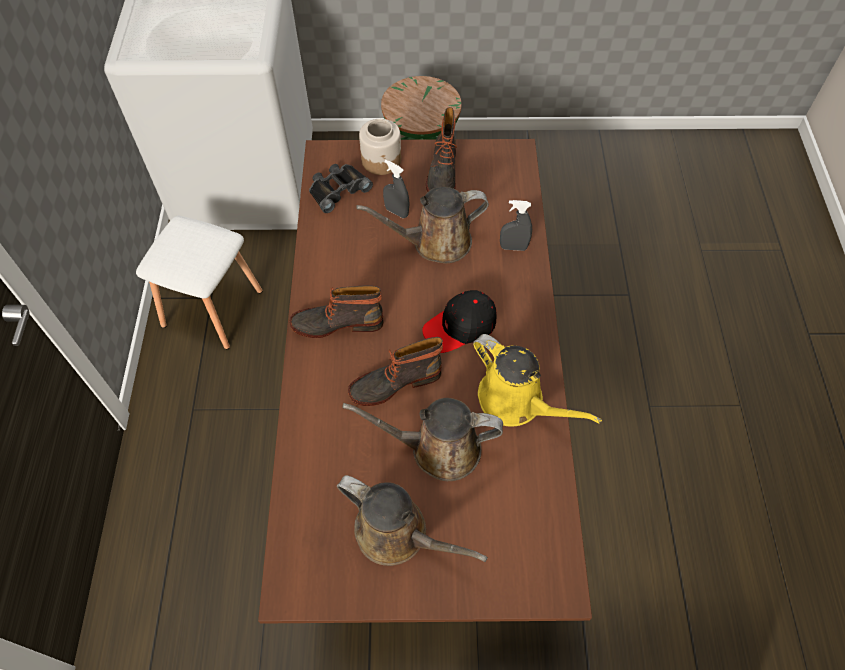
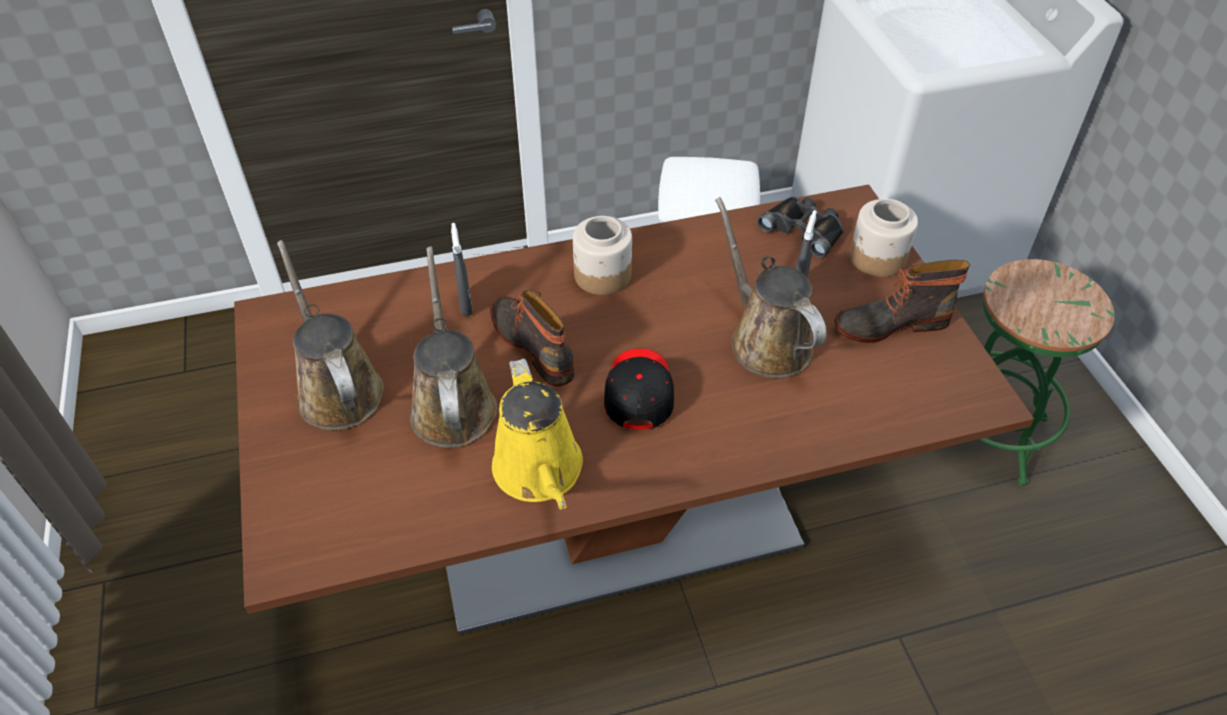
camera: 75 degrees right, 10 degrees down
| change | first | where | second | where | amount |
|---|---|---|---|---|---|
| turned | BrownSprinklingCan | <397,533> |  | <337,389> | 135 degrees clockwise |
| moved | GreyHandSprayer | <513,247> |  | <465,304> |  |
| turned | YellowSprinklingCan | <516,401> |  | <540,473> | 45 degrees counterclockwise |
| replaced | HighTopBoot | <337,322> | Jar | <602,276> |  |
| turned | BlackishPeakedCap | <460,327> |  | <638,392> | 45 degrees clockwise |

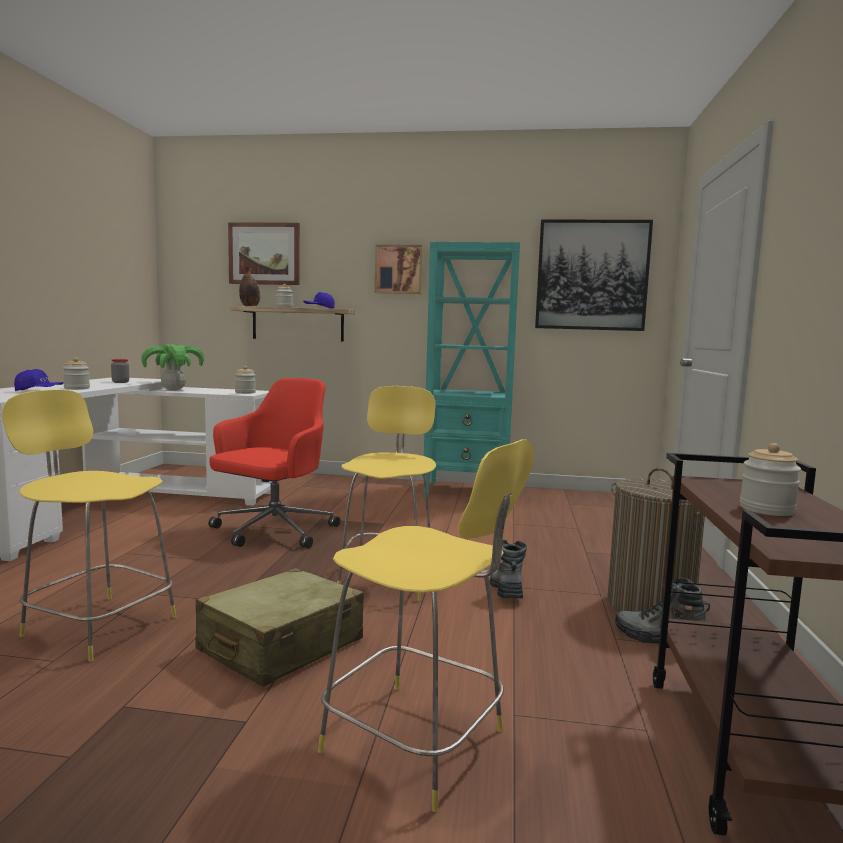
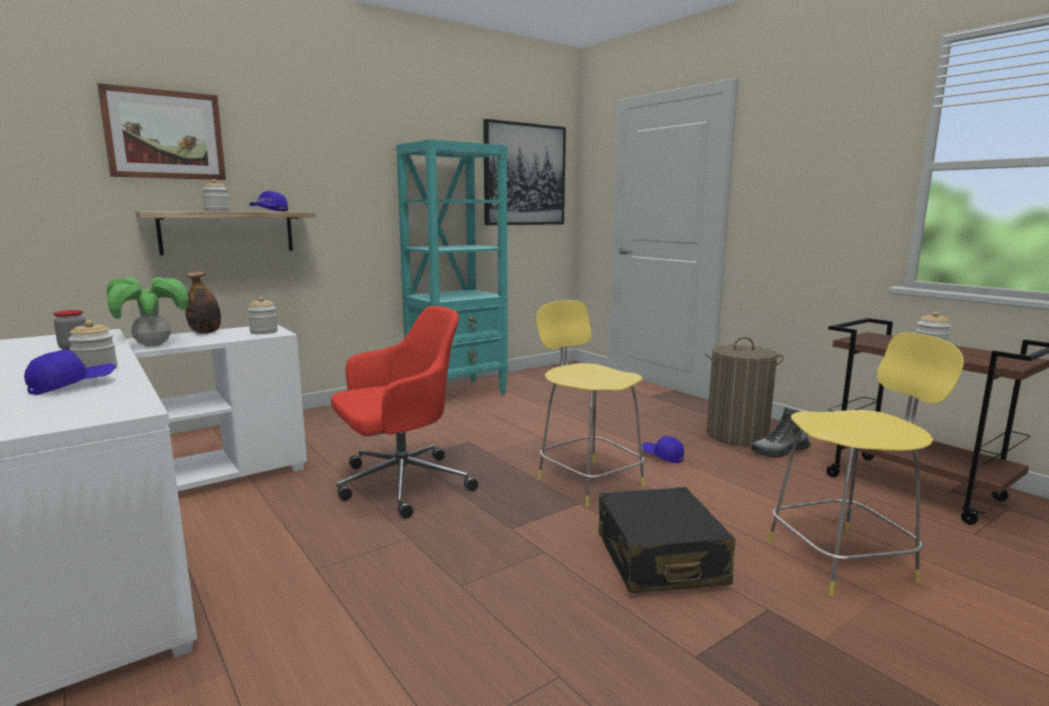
camera: 45 degrees left, 5 degrees up
| change | first | where | second | where | amount |
|---|---|---|---|---|---|
| moved | Bottle | <250,306> |  | <205,332> |  |
| turned | RedDeskChair | <273,531> |  | <400,484> | 75 degrees clockwise |
| recoloured | BeigeColouredSuitcase | <280,646> | BlackishSuitcase | <659,559> |  |
| replaced | HighTopBoot | <506,589> | BlueColouredPeakedCap | <662,456> |  |
| removed | YellowStoolSeat | <97,625> |  |  |  |
| removed | Picture | <399,269> |  |  |  |

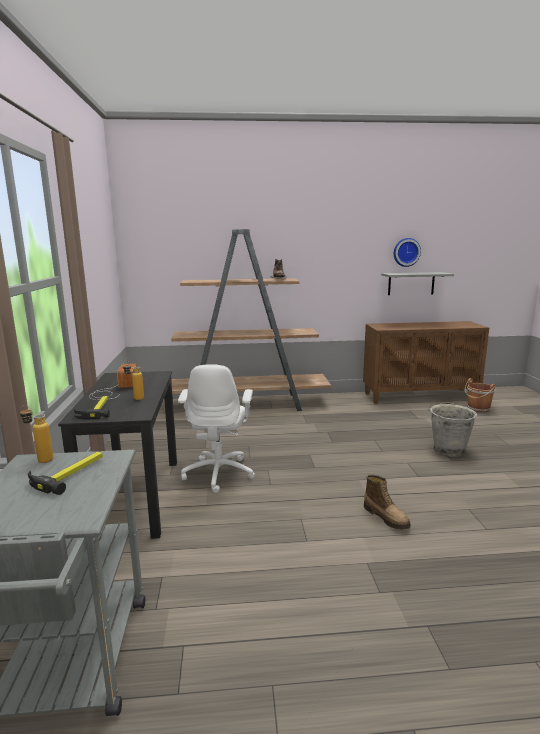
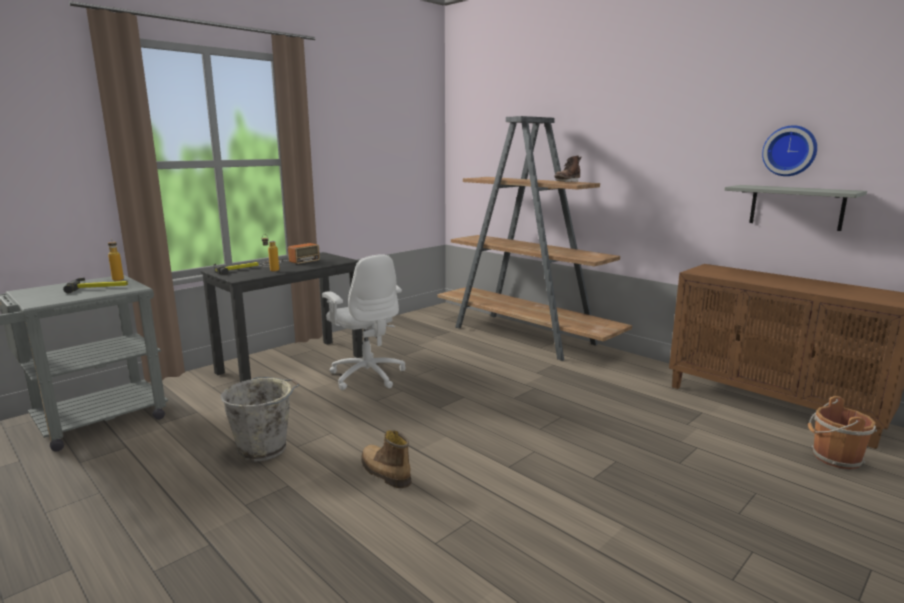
camera: 50 degrees right, 0 degrees up
| change | first | where | second | where | amount |
|---|---|---|---|---|---|
| moved | GreyPail | <448,449> |  | <264,448> |  |
| turned | WhiteColouredDeskChair | <219,473> |  | <367,375> | 90 degrees counterclockwise |
| turned | HighTopBoot | <386,517> |  | <384,473> | 120 degrees clockwise |

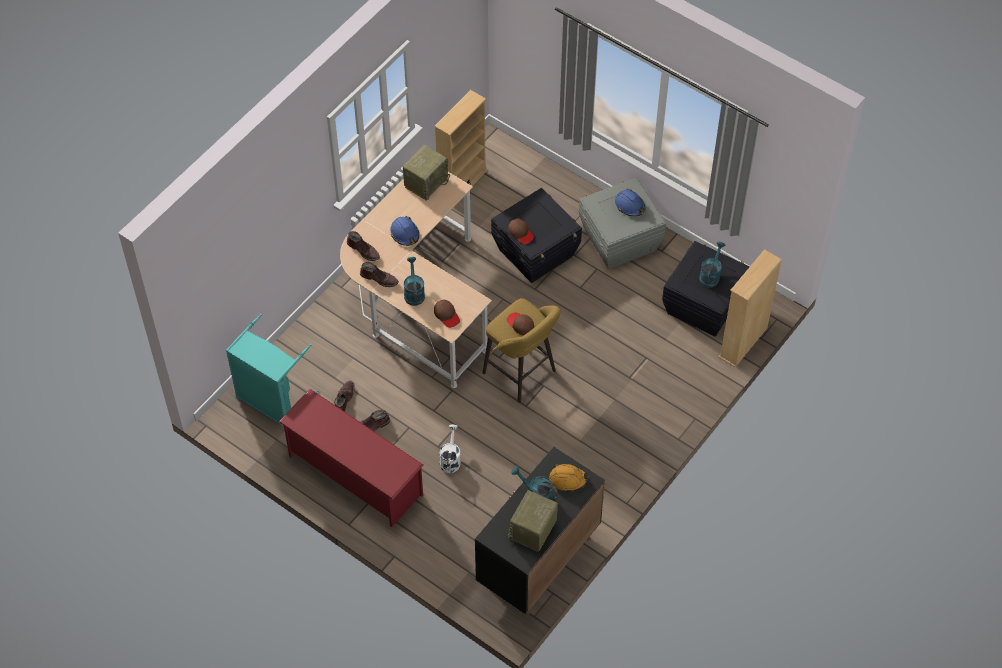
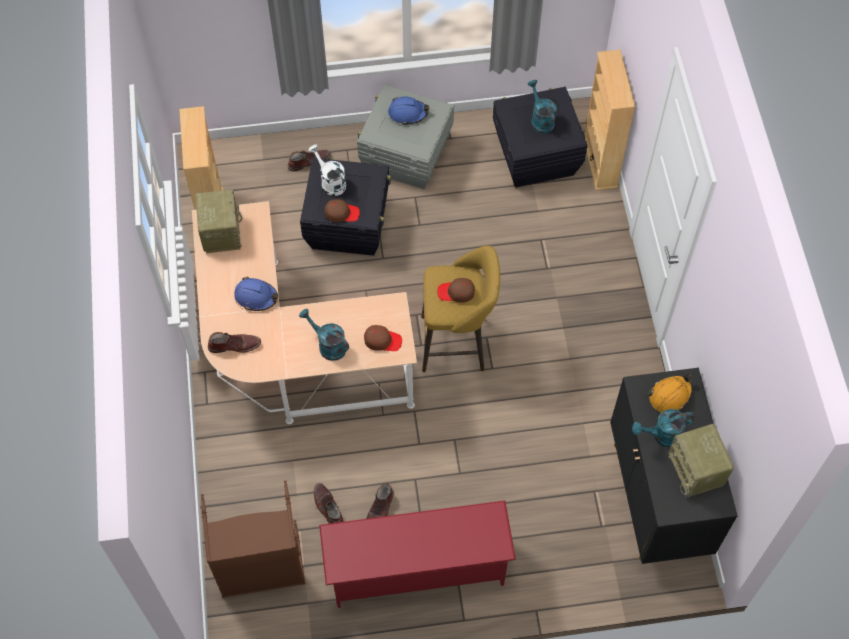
camera: 45 degrees left, 5 degrees up
| change | first | where | second | where | amount |
|---|---|---|---|---|---|
| recoloured | BlueGreenLaundryBasket | <272,400> | BrownLaundryBasket | <261,569> |  |
| moved | BrownHighTopBoot | <379,278> |  | <309,161> |  |
| moved | WhiteColouredSprinklingCan | <450,459> |  | <330,182> |  |

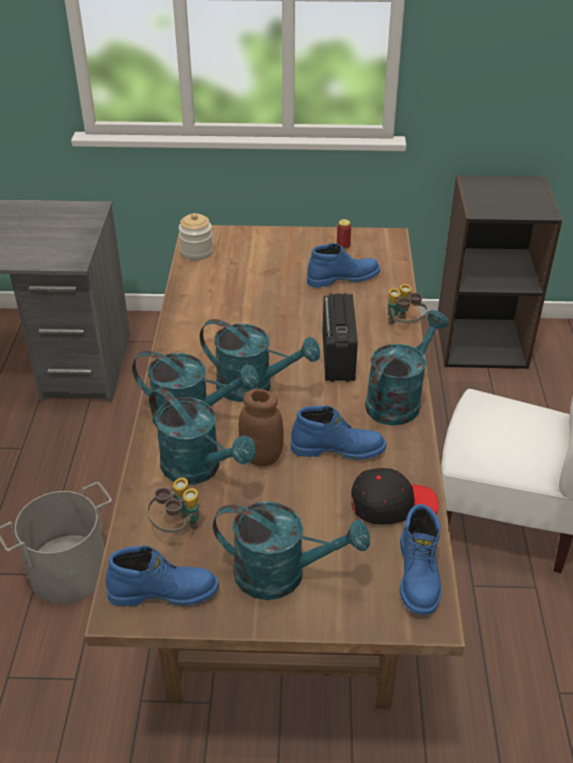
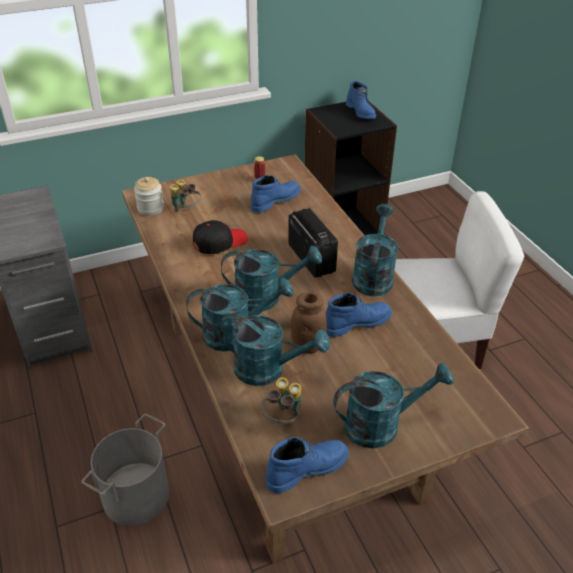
camera: 25 degrees left, 0 degrees up
| change | first | where | second | where | amount |
|---|---|---|---|---|---|
| moved | Binoculars | <403,326> |  | <186,211> |  |
| moved | BlackishPeakedCap | <392,504> |  | <219,242> |  |
| moved | BlueColouredHighTopBoot | <419,575> |  | <361,112> |  |

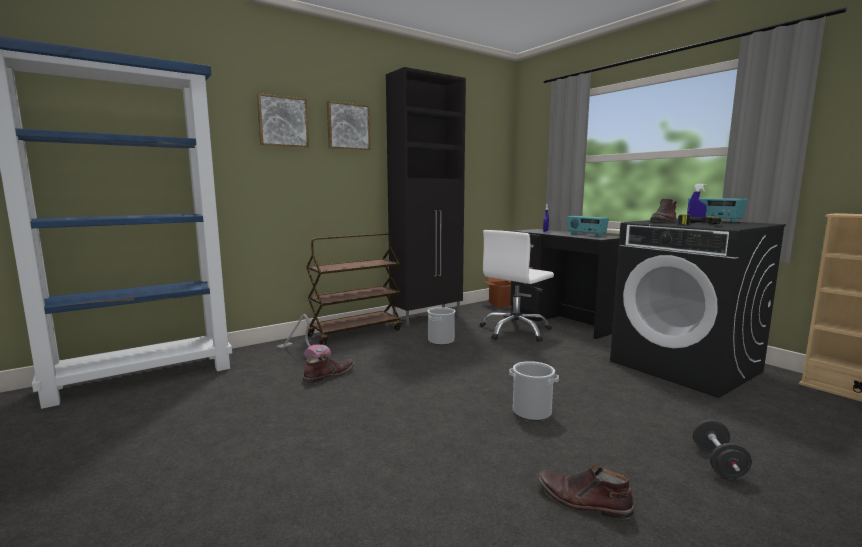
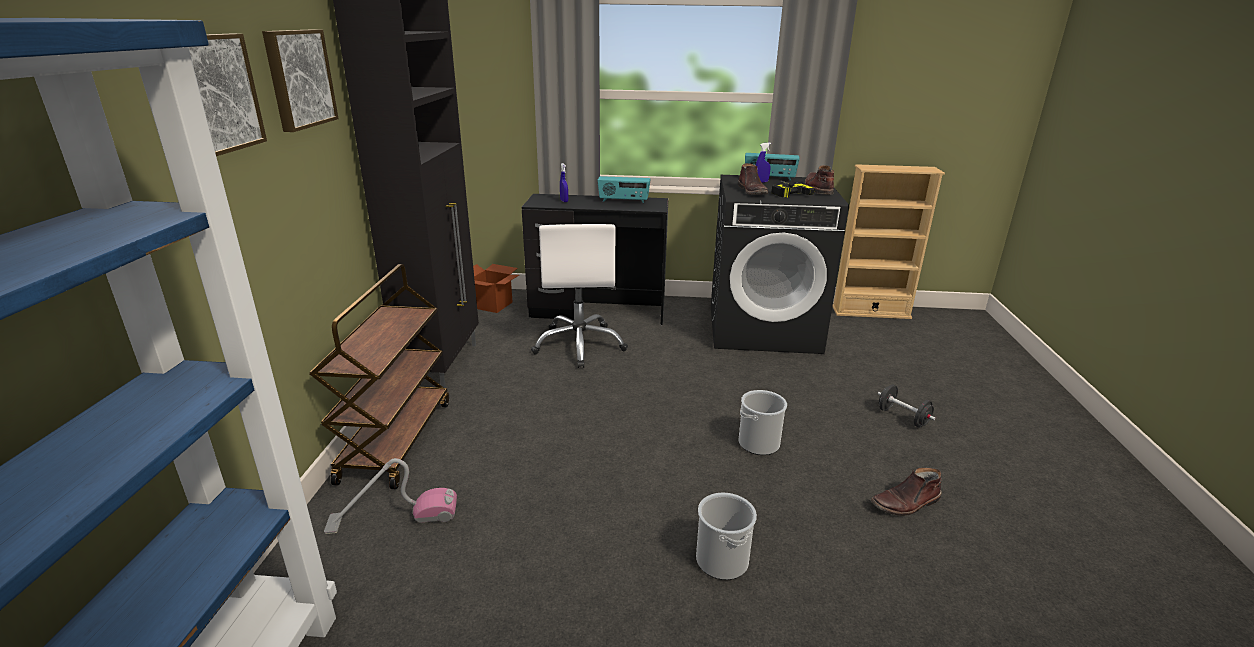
camera: 50 degrees left, 15 degrees up
| change | first | where | second | where | amount |
|---|---|---|---|---|---|
| moved | Pail | <441,341> |  | <721,560> |  |
| moved | BrownHighTopBoot | <329,375> |  | <817,189> |  |

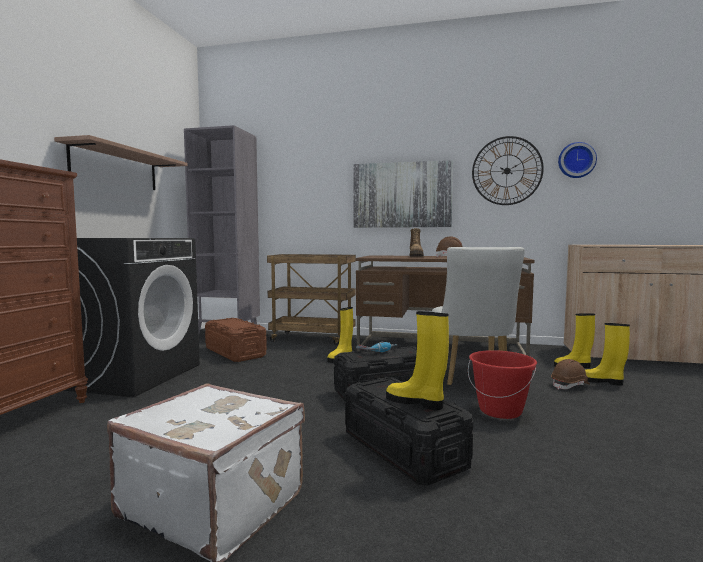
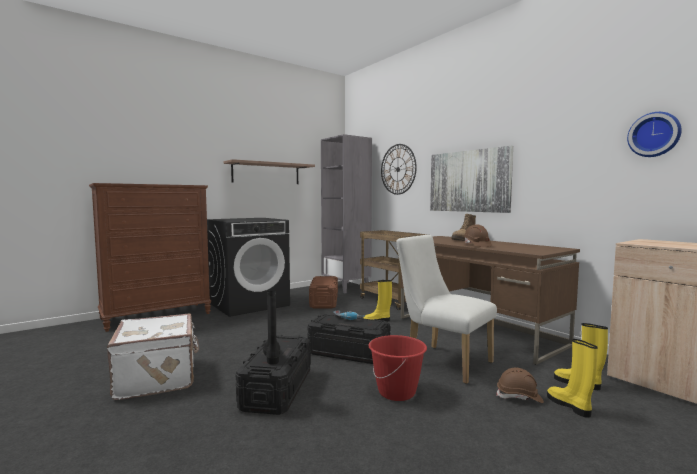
camera: 40 degrees right, 0 degrees up
| change | first | where | second | where | amount |
|---|---|---|---|---|---|
| recoloured | YellowHighTopBoot | <416,402> | BlackishHighTopBoot | <272,356> |  |
| moved | ClockOnTheWall | <507,171> |  | <398,169> |  |
| turned | WhiteColouredUprightChair | <471,377> |  | <442,361> | 90 degrees clockwise |

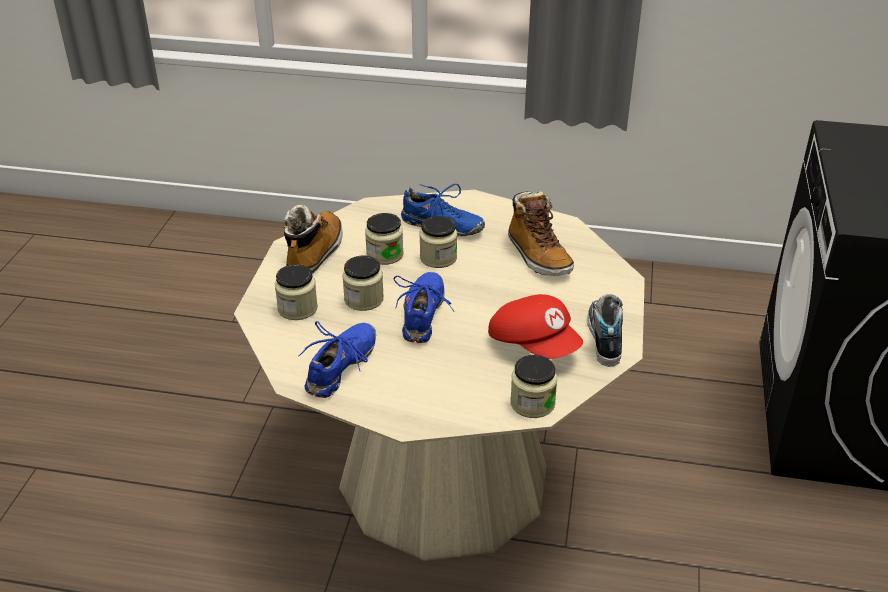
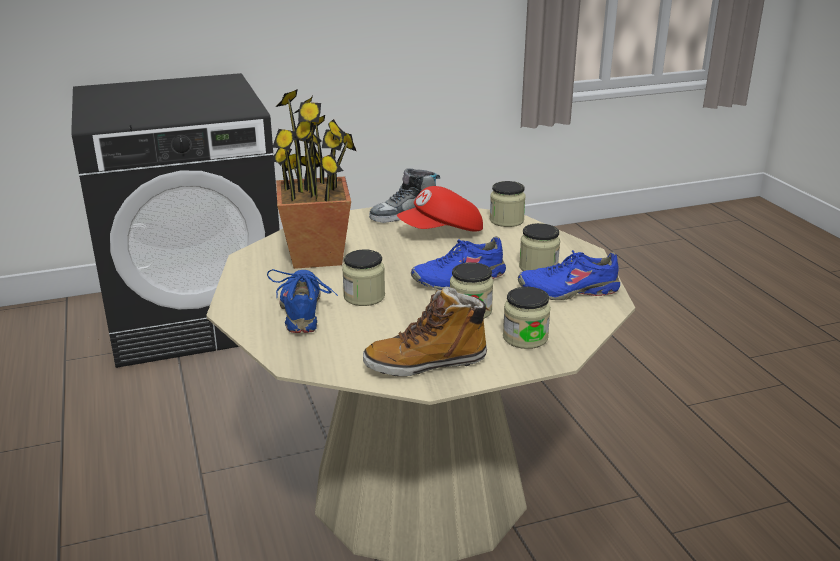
camera: 120 degrees left, 10 degrees down
| change | first | where | second | where | amount |
|---|---|---|---|---|---|
| replaced | HighTopBoot | <538,256> | PottedPlant | <316,256> |  |
| turned | RedPeakedCap | <534,344> |  | <442,232> | 135 degrees counterclockwise |
| moved | Jar | <385,254> |  | <538,267> |  |

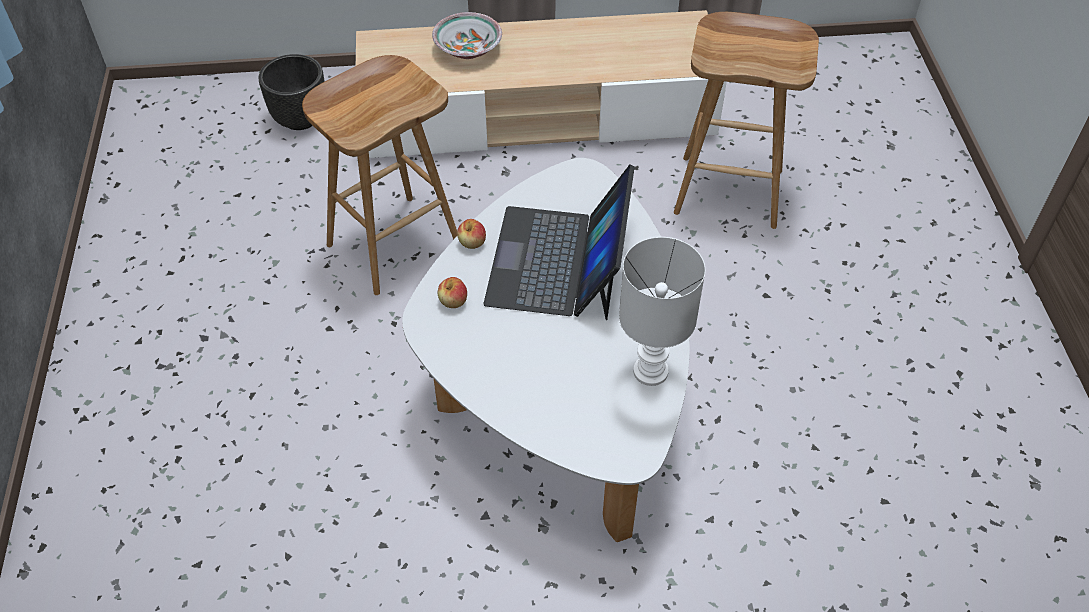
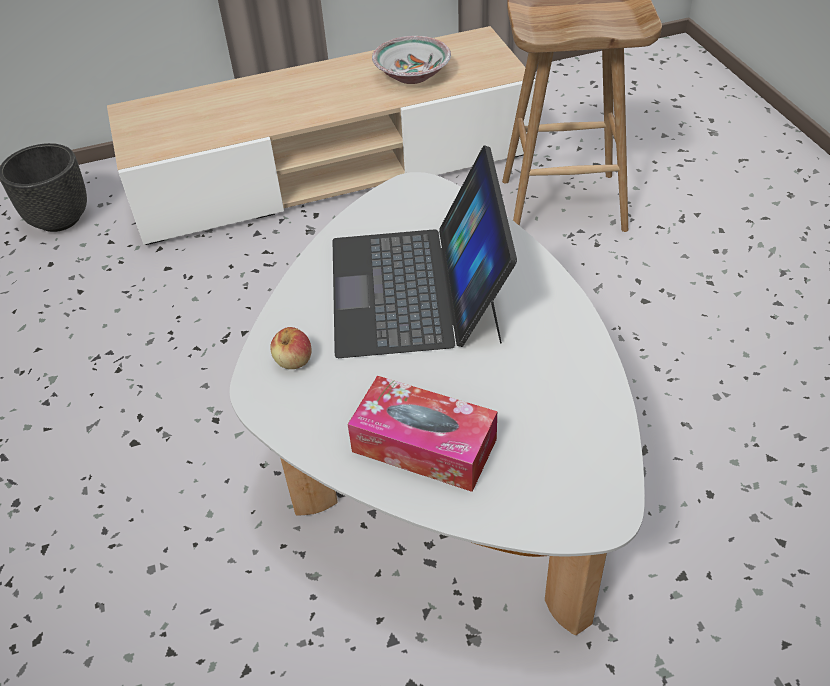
camera: 10 degrees left, 5 degrees down
| change | first | where | second | where | amount |
|---|---|---|---|---|---|
| added |  |  | TissueBox | <424,445> |  |
| moved | Bowl | <467,49> |  | <411,75> |  |
| removed | BrownStoolSeat | <394,242> |  |  |  |
| removed | Apple | <472,242> |  |  |  |
| removed | WhiteColouredLampForATable | <649,372> |  |  |  |

